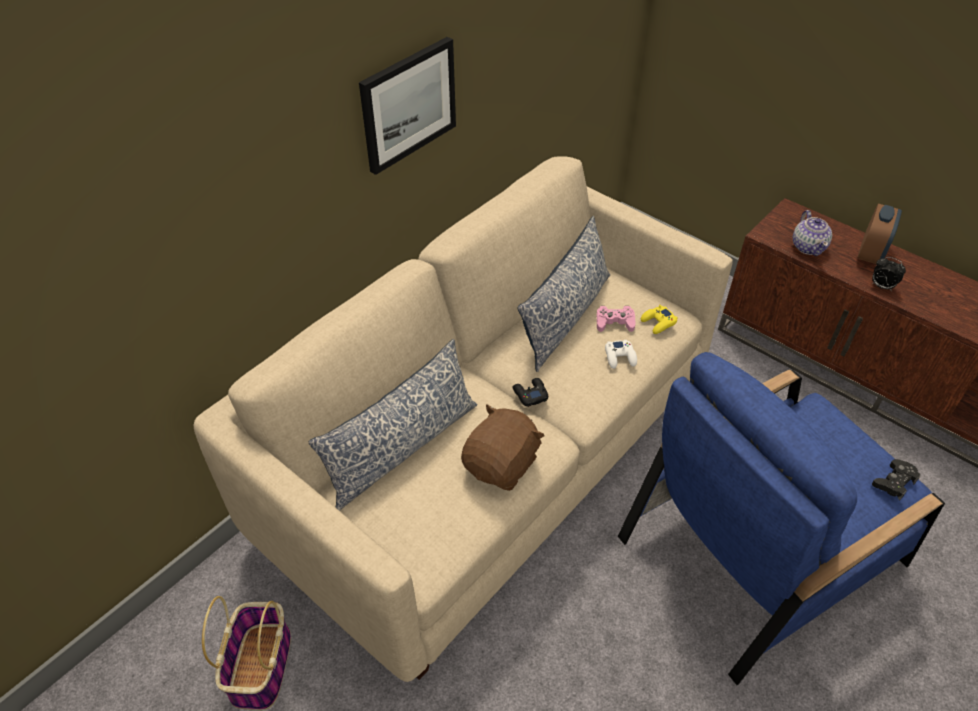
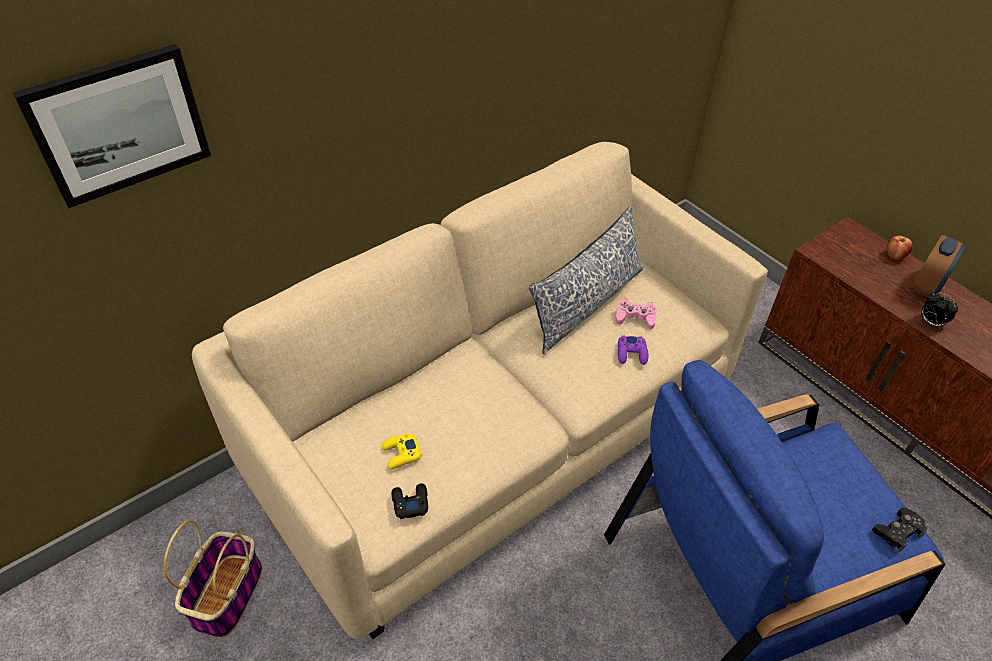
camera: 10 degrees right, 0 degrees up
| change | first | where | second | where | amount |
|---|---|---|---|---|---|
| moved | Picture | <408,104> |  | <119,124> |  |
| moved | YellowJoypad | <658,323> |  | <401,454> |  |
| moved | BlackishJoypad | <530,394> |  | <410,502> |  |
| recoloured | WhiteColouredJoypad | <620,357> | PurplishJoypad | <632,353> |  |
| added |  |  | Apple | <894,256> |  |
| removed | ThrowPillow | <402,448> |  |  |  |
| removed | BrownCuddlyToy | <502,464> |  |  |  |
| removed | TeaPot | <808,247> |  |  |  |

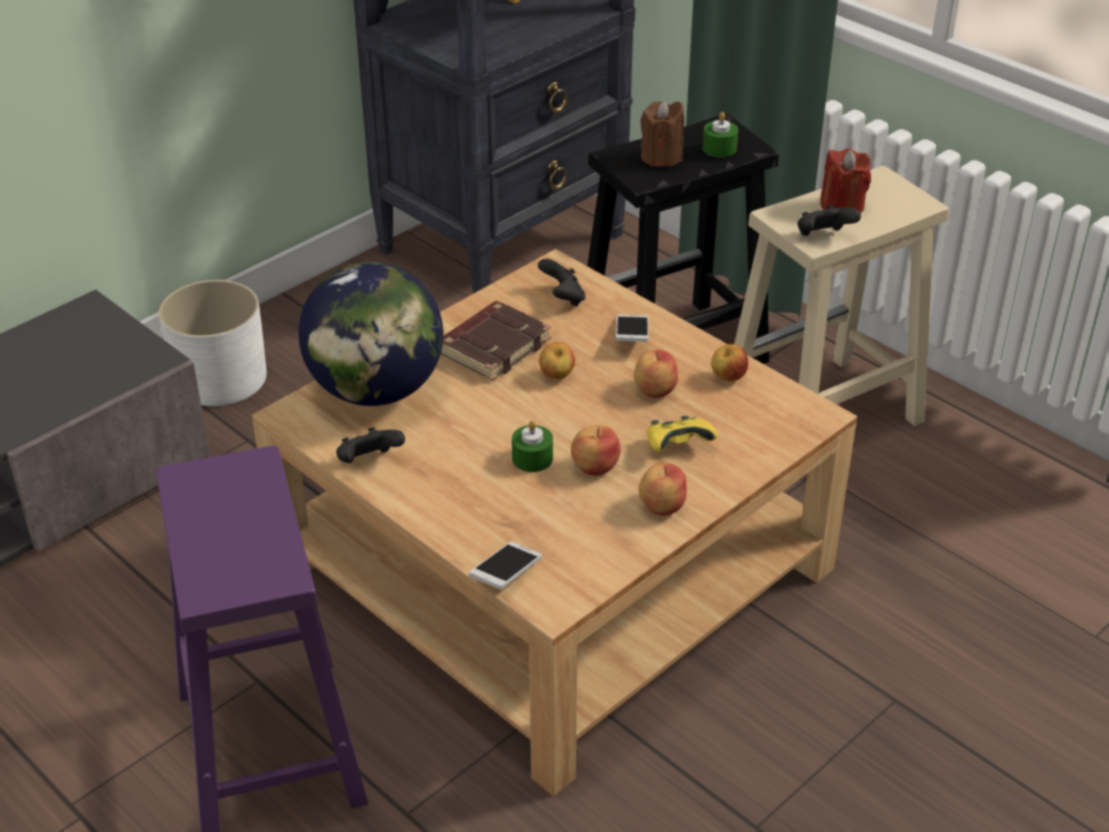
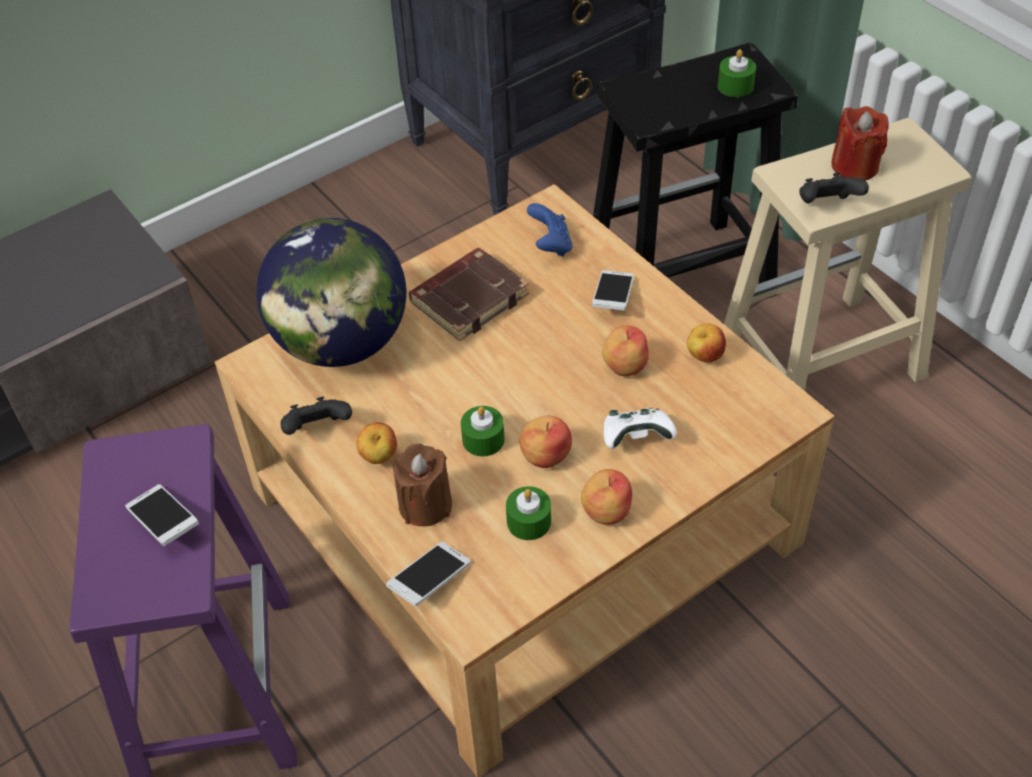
camera: 10 degrees right, 10 degrees up
| change | first | where | second | where | amount |
|---|---|---|---|---|---|
| added |  |  | Handset | <164,522> |  |
| moved | Apple | <557,376> |  | <379,457> |  |
| moved | BrownCandle | <661,157> |  | <425,505> |  |
| added |  |  | GreenColouredCandle | <529,521> |  |
| recoloured | BlackishJoypad | <563,298> | BlueColouredJoypad | <550,245> |  |
| recoloured | YellowJoypad | <677,447> | WhiteColouredJoypad | <636,438> |  |
| removed | WhiteColouredPlantPot | <220,378> |  |  |  |

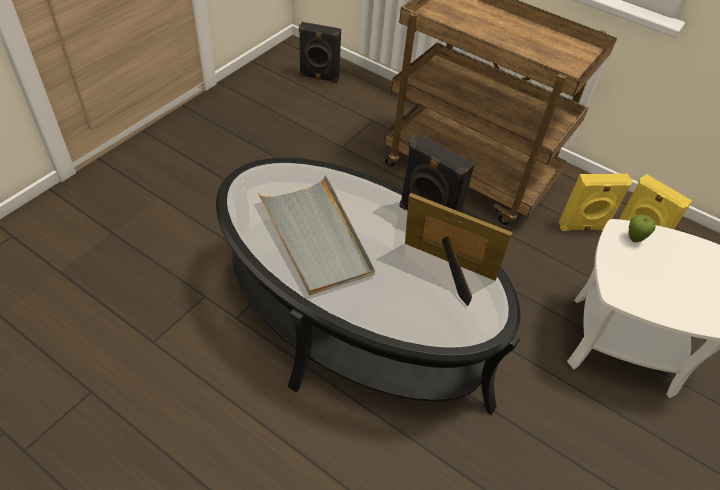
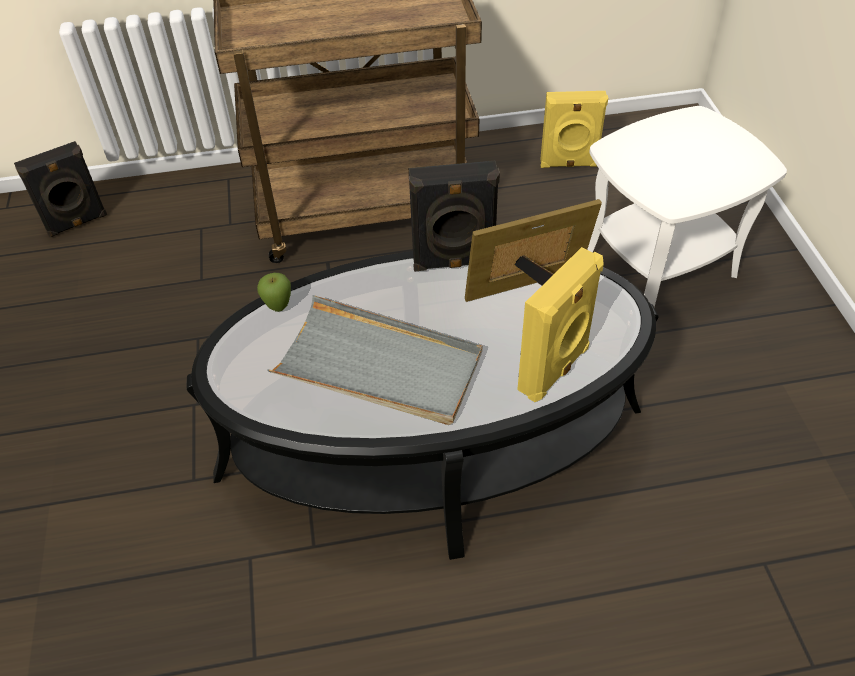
camera: 40 degrees left, 0 degrees up
| change | first | where | second | where | amount |
|---|---|---|---|---|---|
| moved | Apple | <634,239> |  | <278,307> |  |
| moved | YellowAudioSpeaker | <583,227> |  | <555,370> |  |

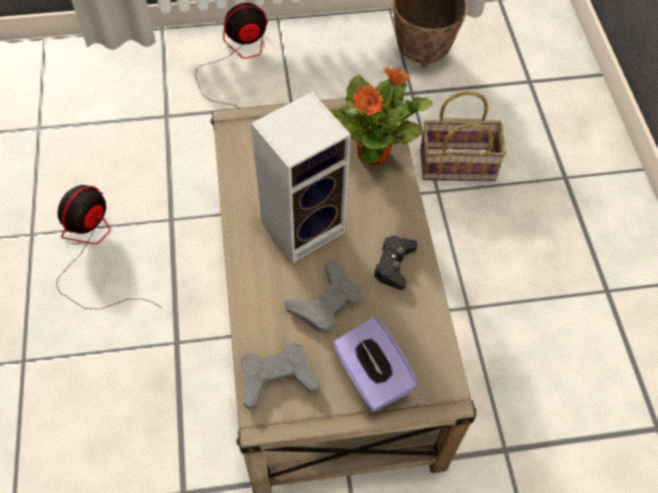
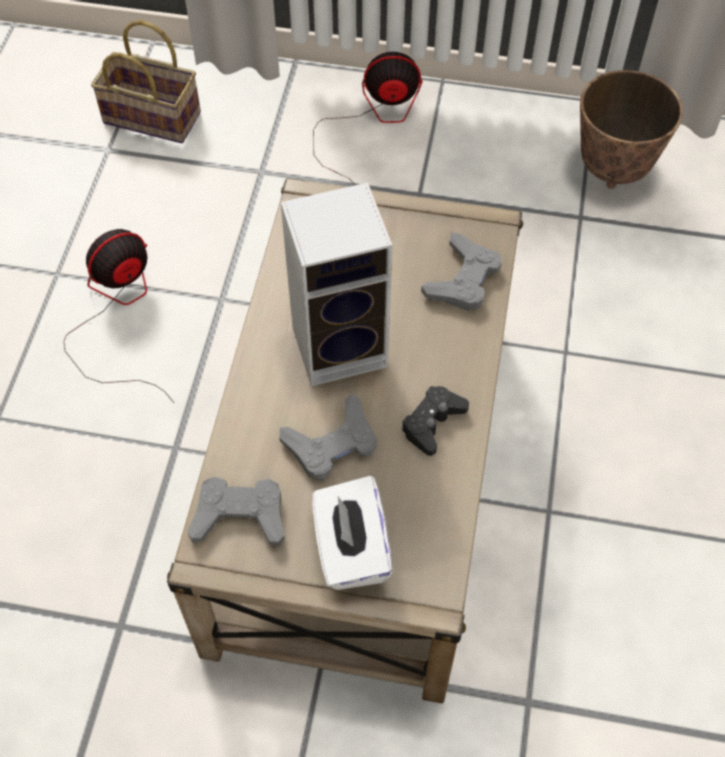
camera: 20 degrees right, 0 degrees up
| change | first | where | second | where | amount |
|---|---|---|---|---|---|
| moved | HouseholdBasket | <459,164> |  | <155,117> |  |
| recoloured | PurplishTissueBox | <371,377> | WhiteColouredTissueBox | <351,549> |  |
| replaced | PottedPlant | <374,153> | GreyJoypad | <463,279> |  |

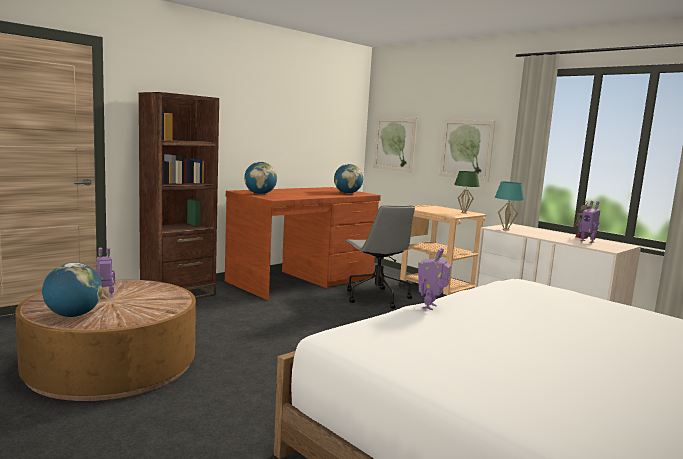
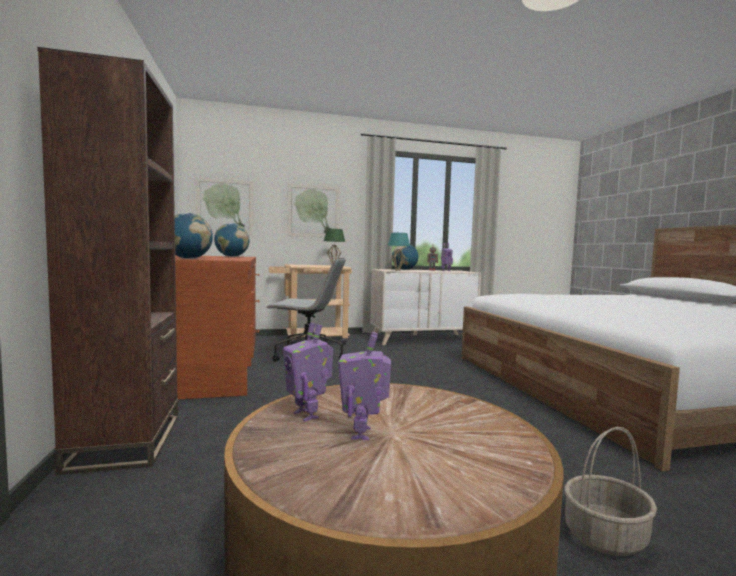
camera: 60 degrees left, 5 degrees down
| change | first | where | second | where | amount |
|---|---|---|---|---|---|
| moved | ModelRobot | <430,307> |  | <307,414> |  |
| moved | WorldGlobe | <73,315> |  | <404,269> |  |
| added |  |  | HouseholdBasket | <605,537> |  |

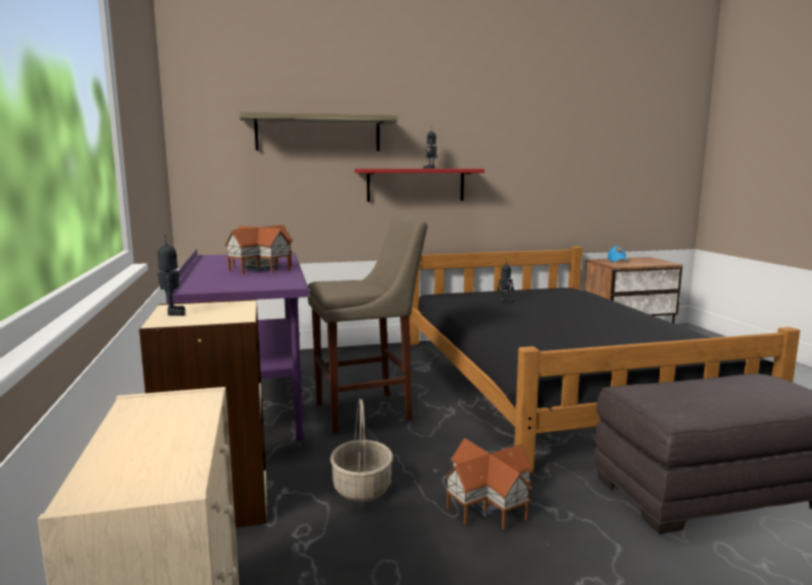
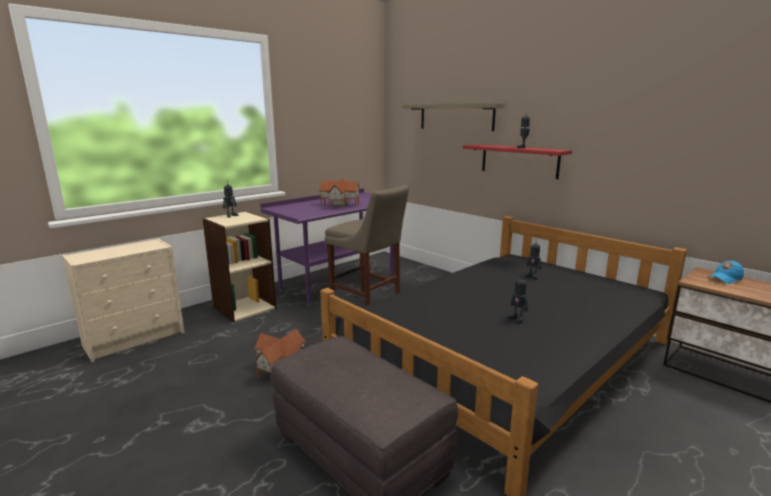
camera: 60 degrees right, 5 degrees up
| change | first | where | second | where | amount |
|---|---|---|---|---|---|
| added |  |  | ModelRobot | <517,319> |  |
| removed | HouseholdBasket | <361,488> |  |  |  |

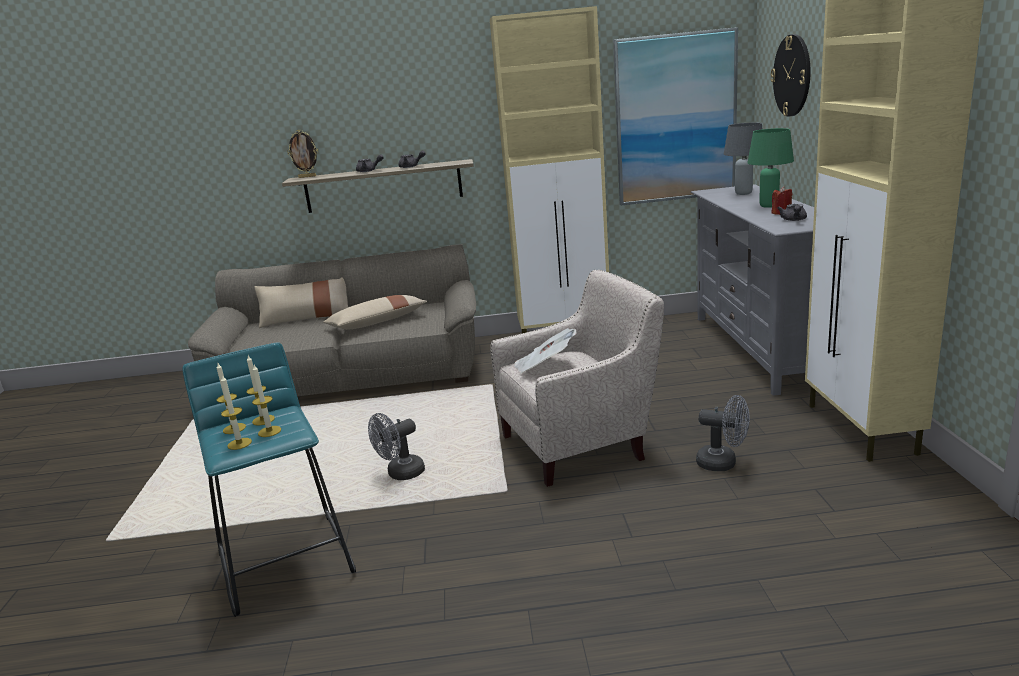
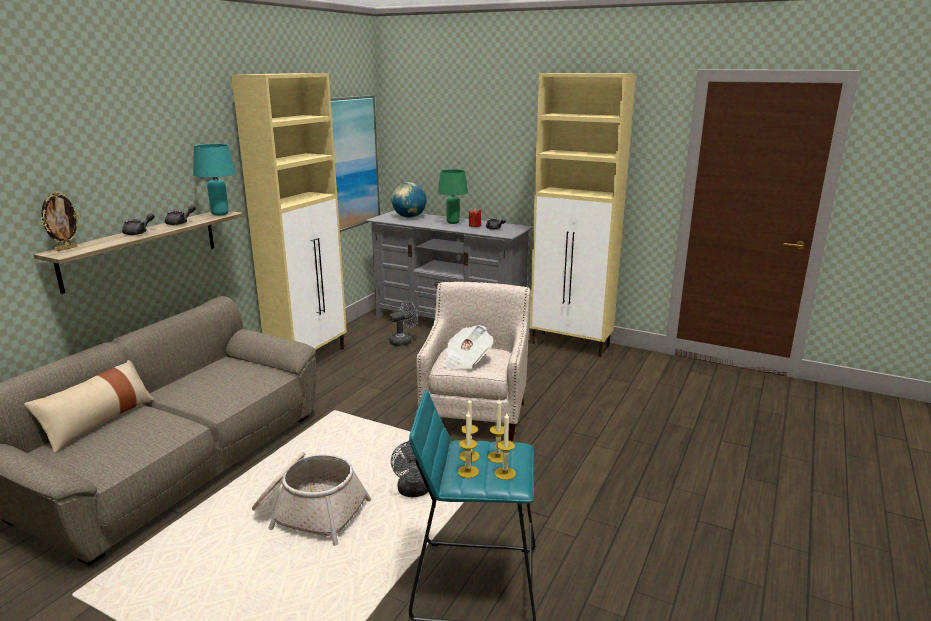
camera: 60 degrees left, 0 degrees up
| change | first | where | second | where | amount |
|---|---|---|---|---|---|
| added |  |  | BlueGreenLampForATable | <220,214> |  |
| added |  |  | HouseholdBasket | <309,511> |  |
| moved | GreyFan | <723,463> |  | <403,341> |  |
| replaced | GreyLampForATable | <743,193> | WorldGlobe | <409,217> |  |
| removed | BeigeColouredThrowPillow | <377,322> |  |  |  |
| removed | ClockOnTheWall | <792,75> |  |  |  |

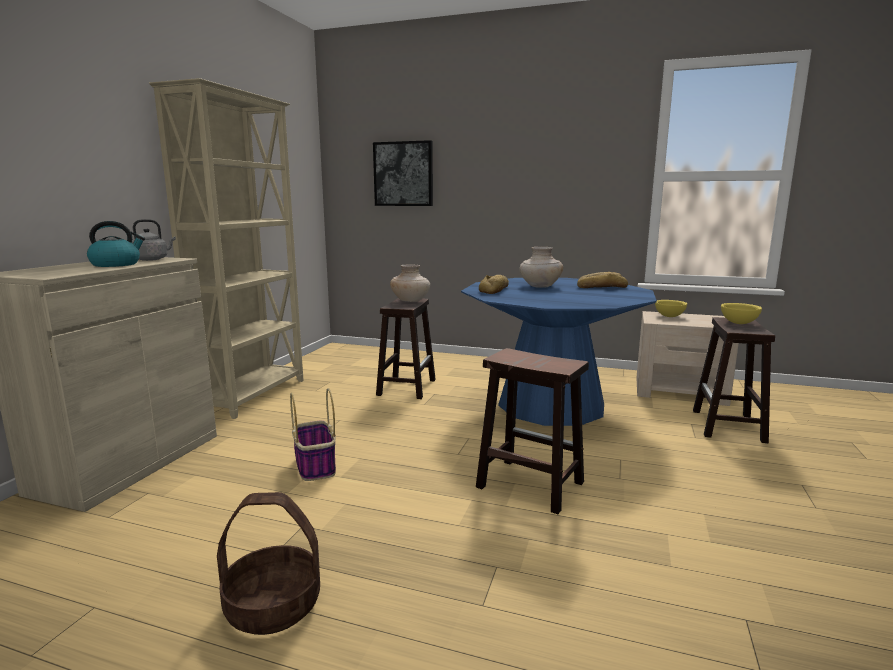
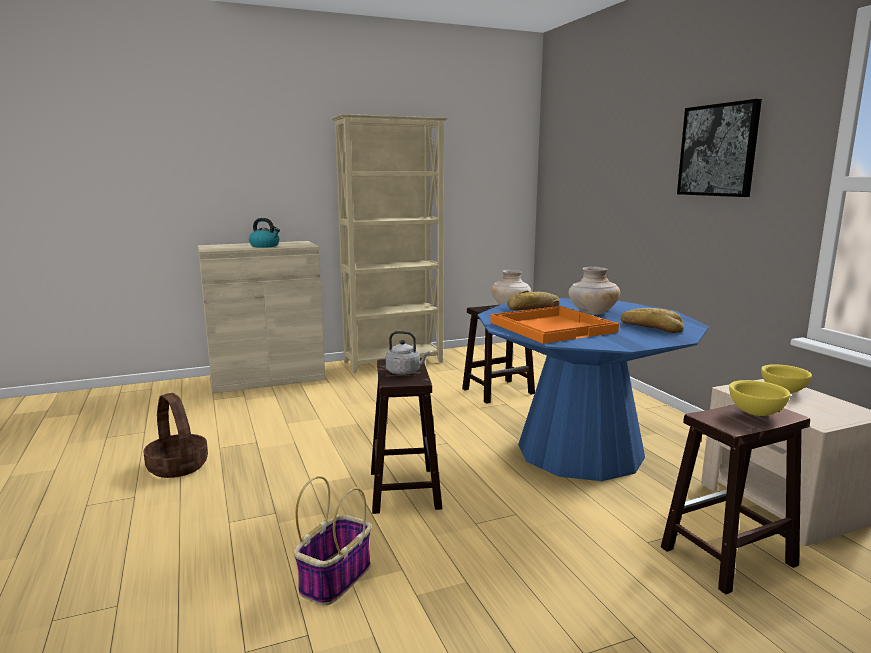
camera: 50 degrees right, 0 degrees up
| change | first | where | second | where | amount |
|---|---|---|---|---|---|
| moved | HouseholdBasket | <315,465> |  | <335,577> |  |
| moved | GreyTeaKettle | <152,259> |  | <405,372> |  |
| added |  |  | OrangeTray | <552,327> |  |
| moved | Picture | <403,174> |  | <718,150> |  |

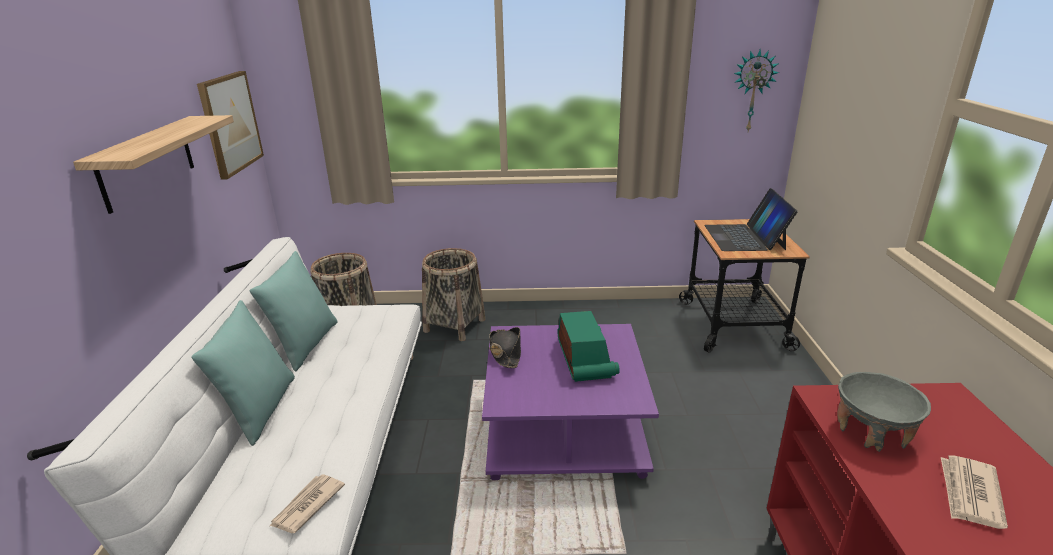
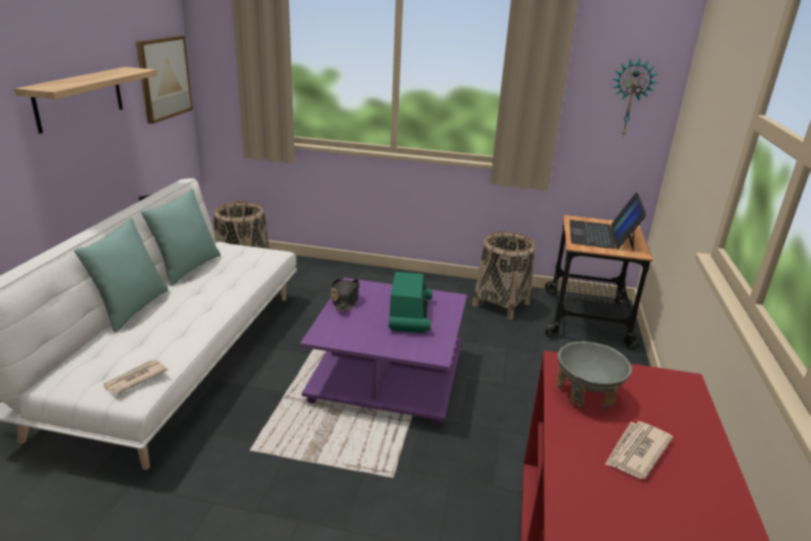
camera: 10 degrees right, 0 degrees up
| change | first | where | second | where | amount |
|---|---|---|---|---|---|
| moved | HouseholdBasket | <454,325> |  | <501,304> |  |

